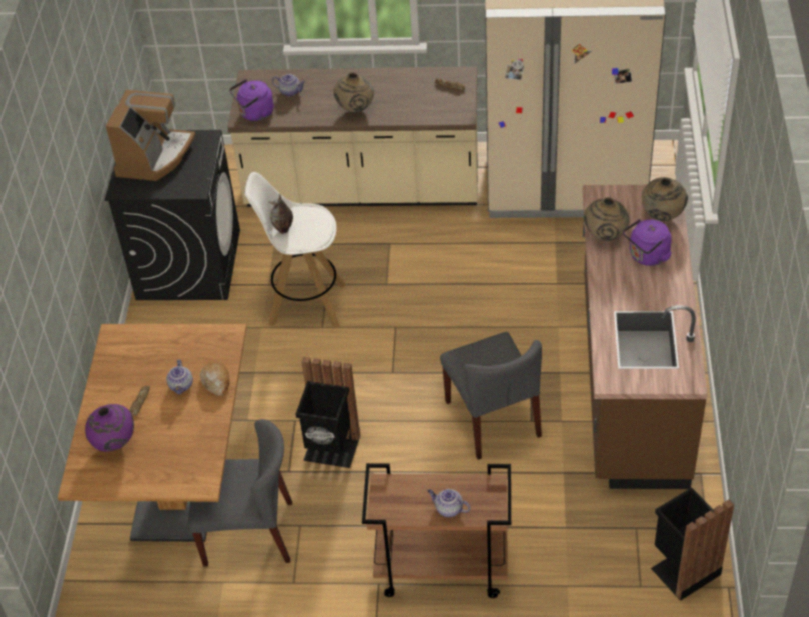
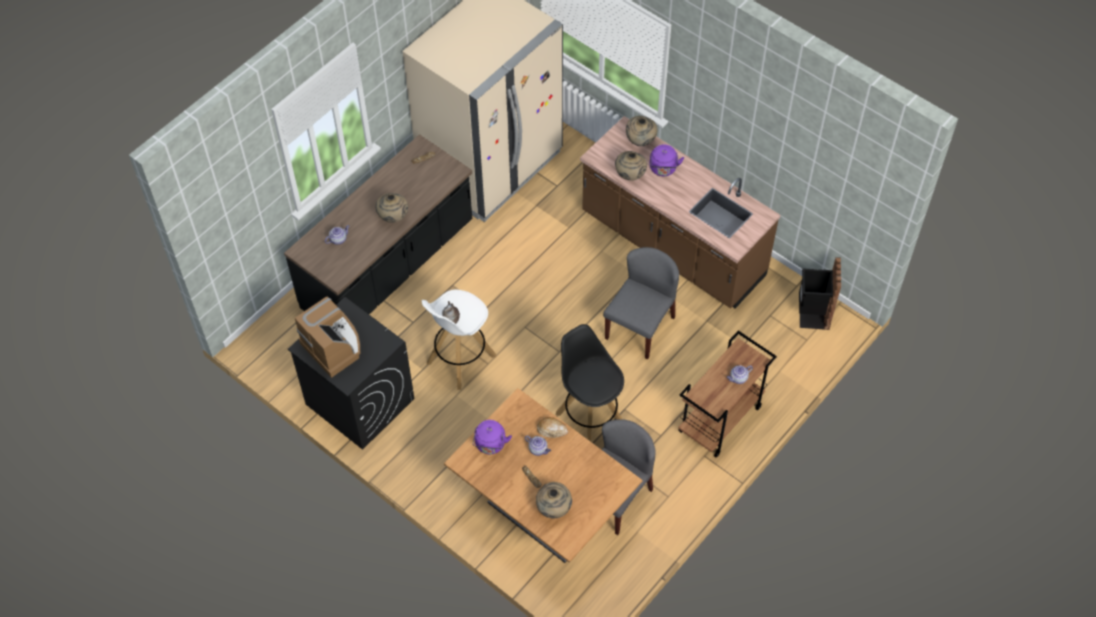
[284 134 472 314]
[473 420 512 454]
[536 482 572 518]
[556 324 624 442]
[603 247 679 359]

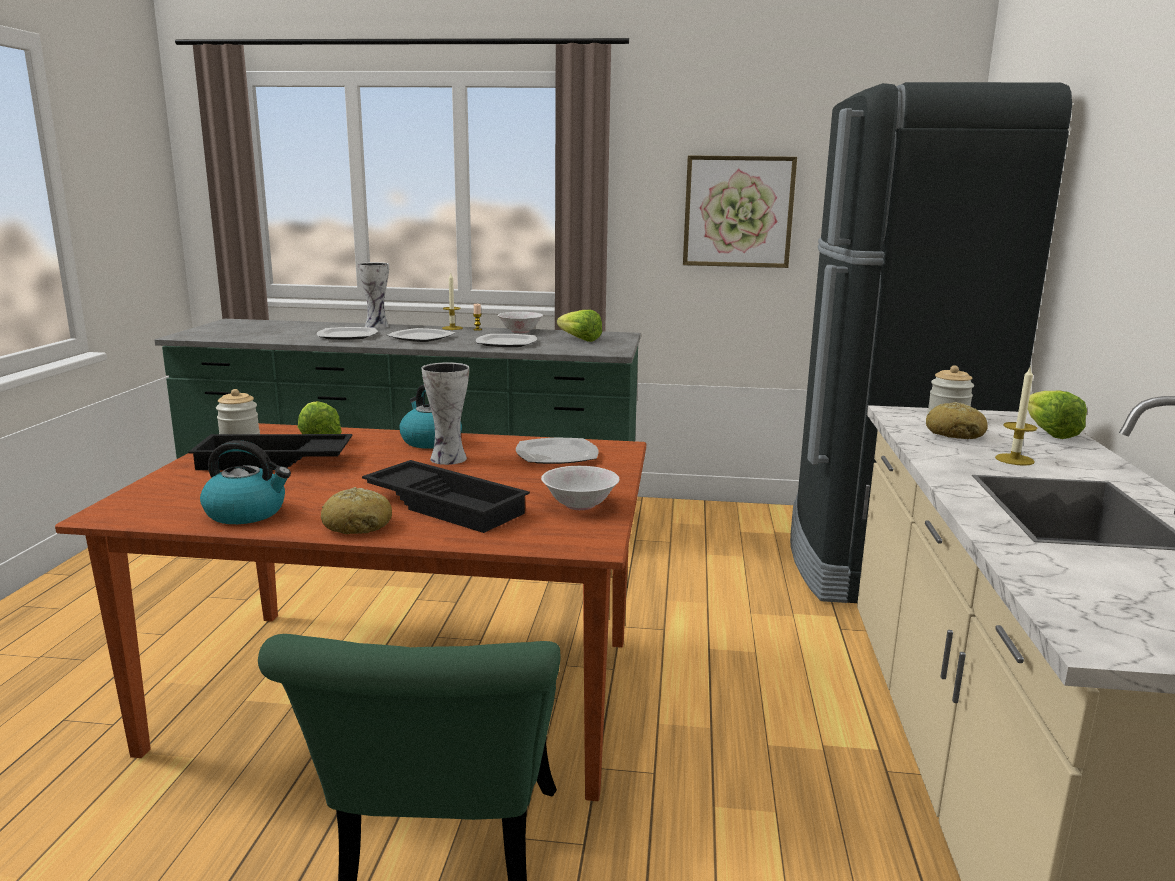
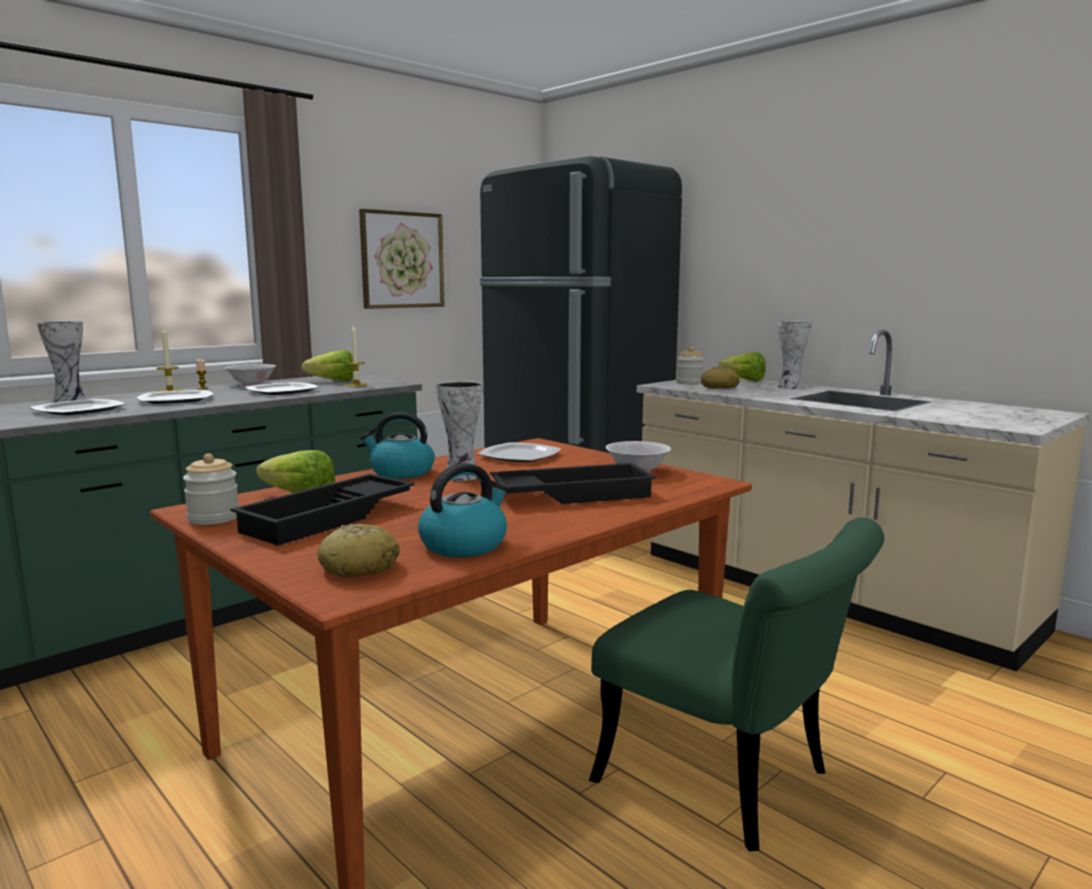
[317 524 400 578]
[345 324 368 387]
[778 321 812 389]

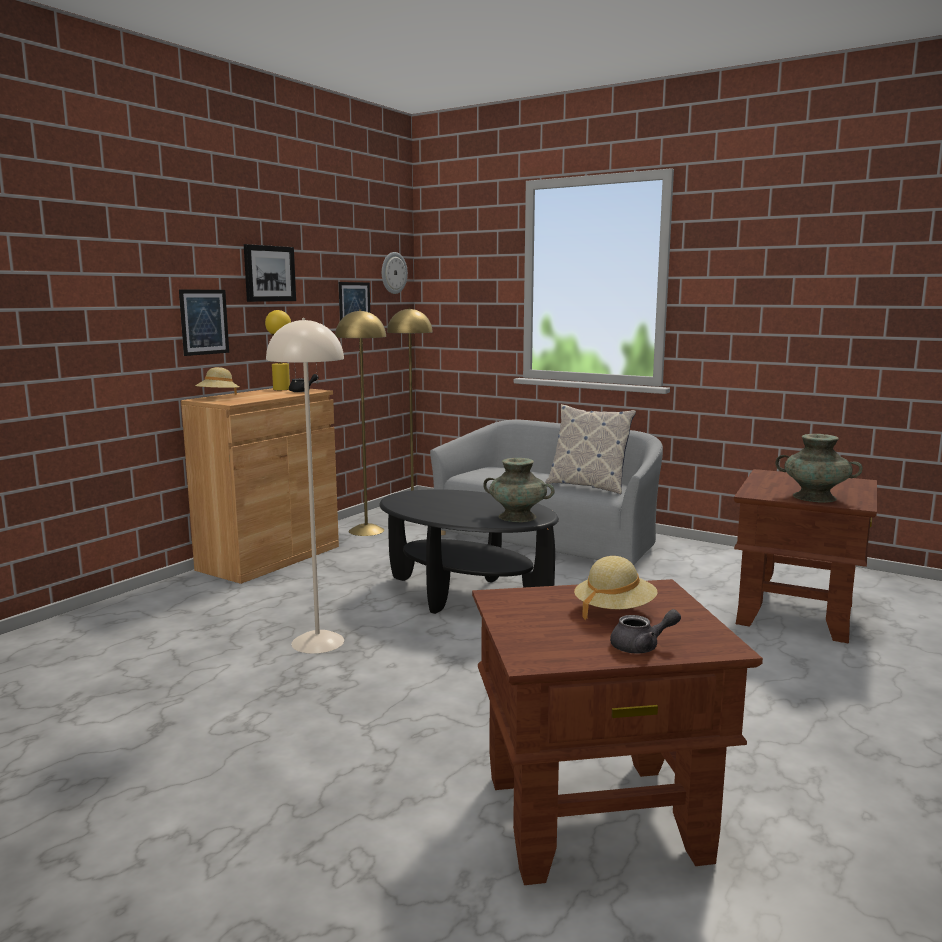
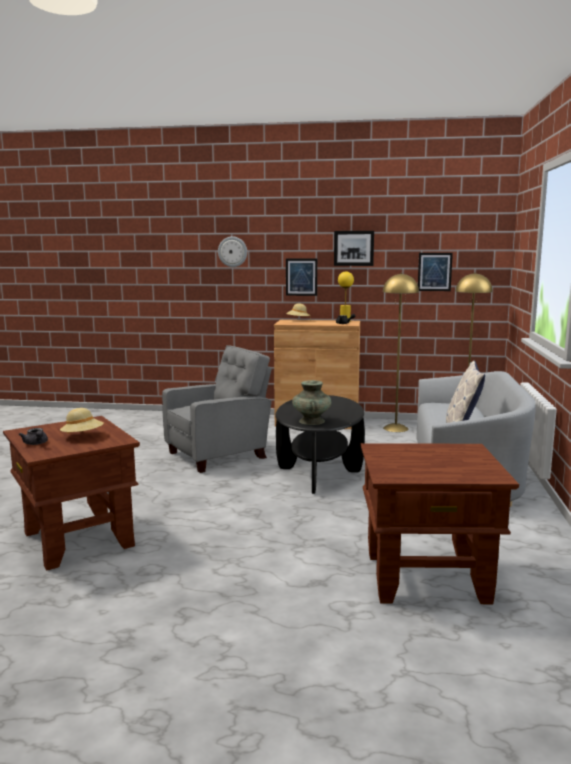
[162 345 272 473]
[218 236 247 267]
[776 434 863 503] (first image)

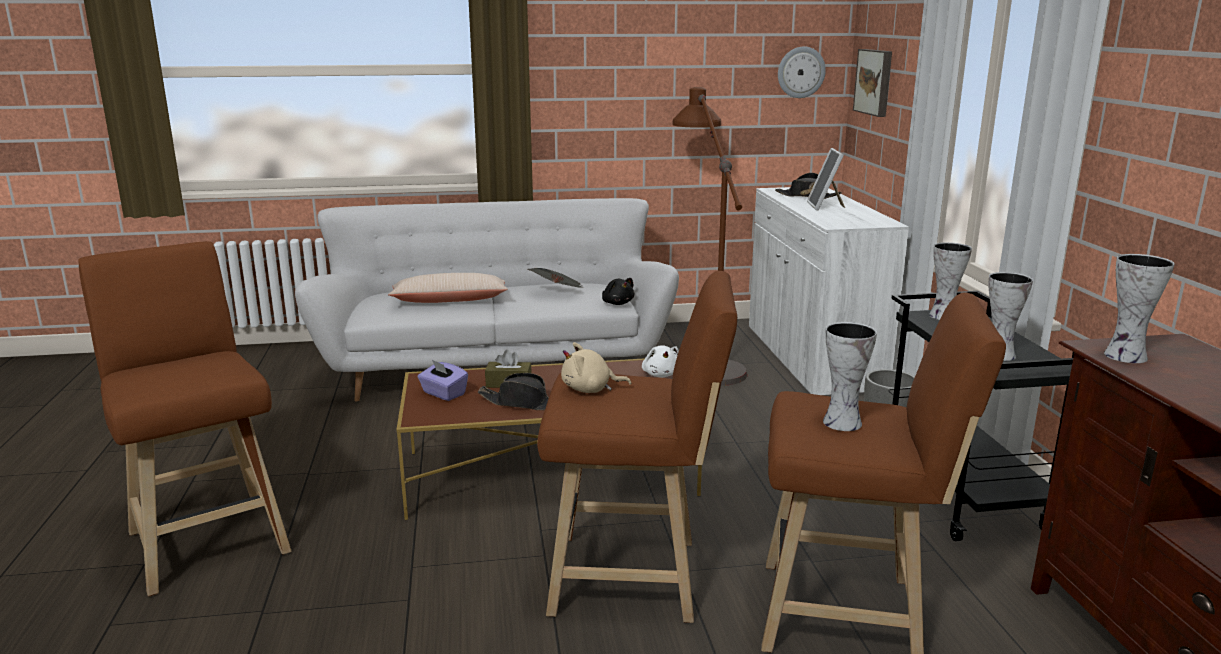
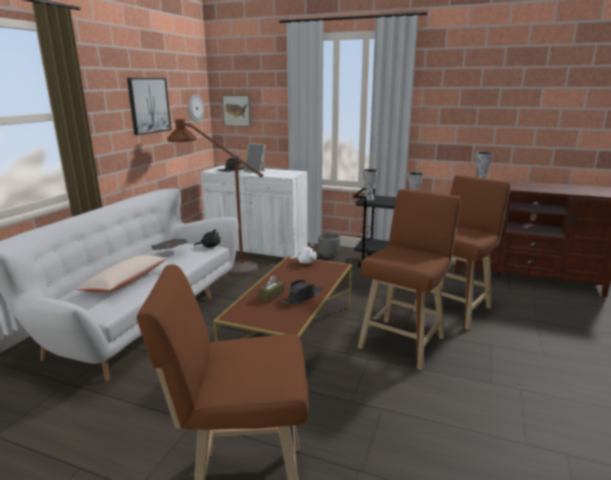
[127 78 171 135]
[418 360 468 401] (first image)
[561 342 631 393] (first image)
[823 322 877 431] (first image)

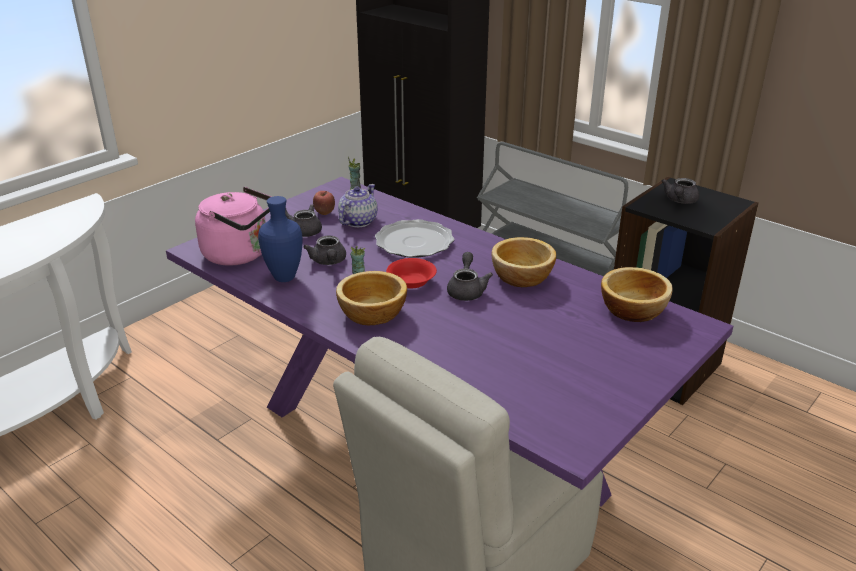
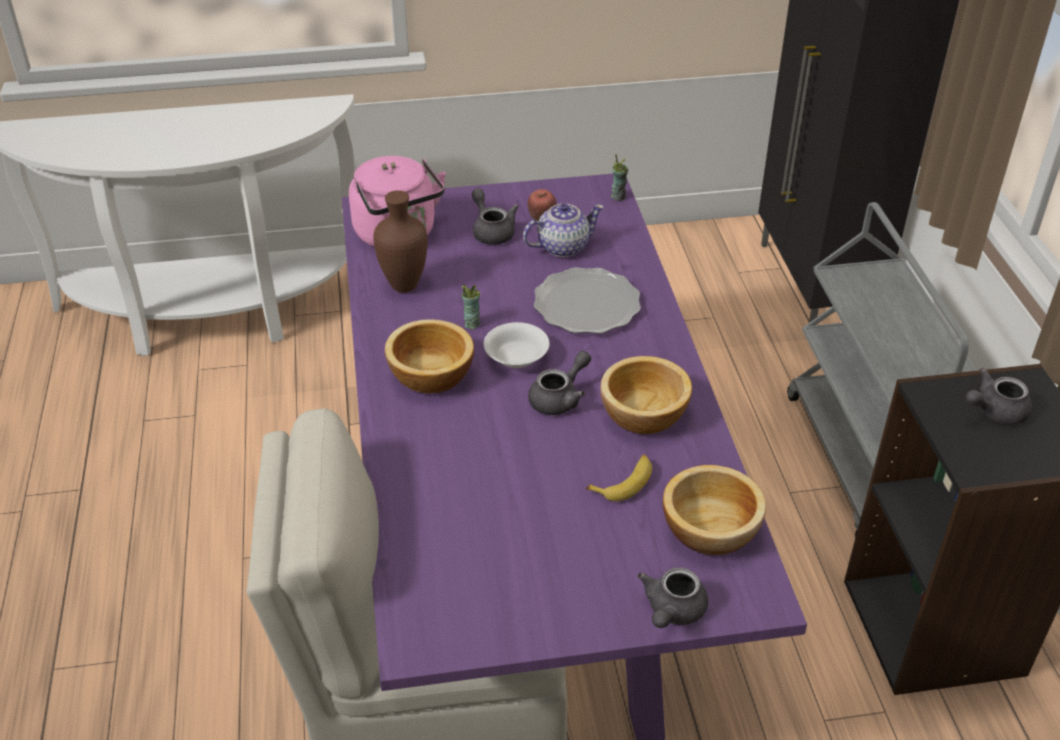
[373 190 428 293]
[484 322 550 368]
[586 455 652 501]
[638 568 708 628]

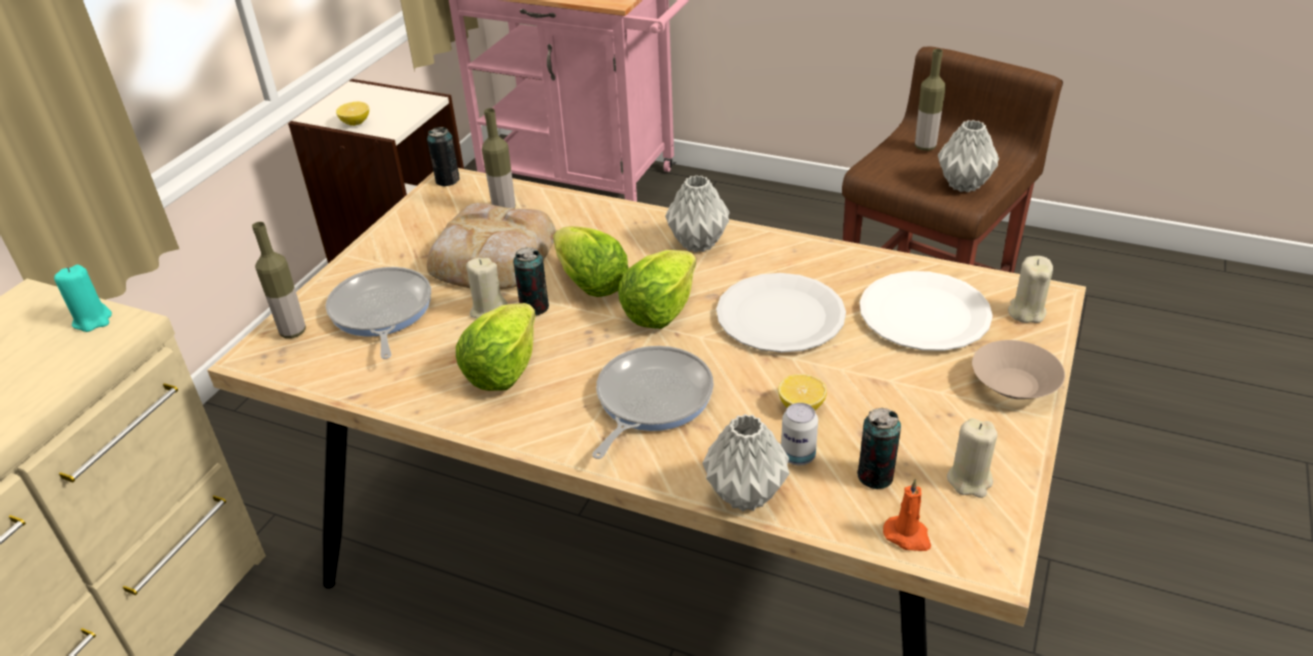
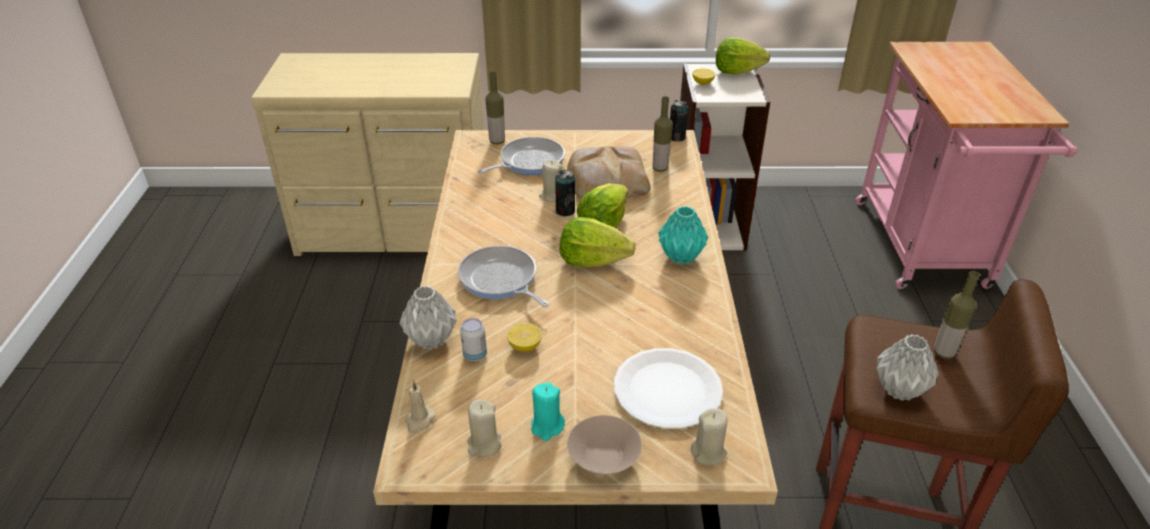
[405 381 436 434]
[458 245 549 307]
[531 382 565 441]
[658 206 708 265]
[716 38 770 75]
[716 273 846 353] (first image)
[857 408 901 489] (first image)

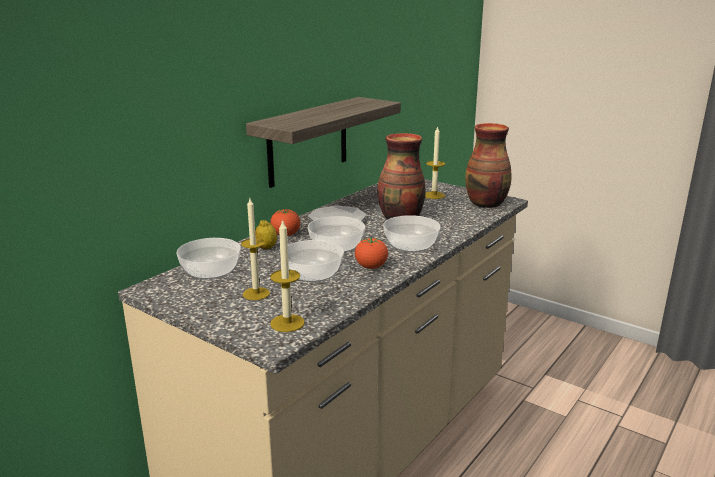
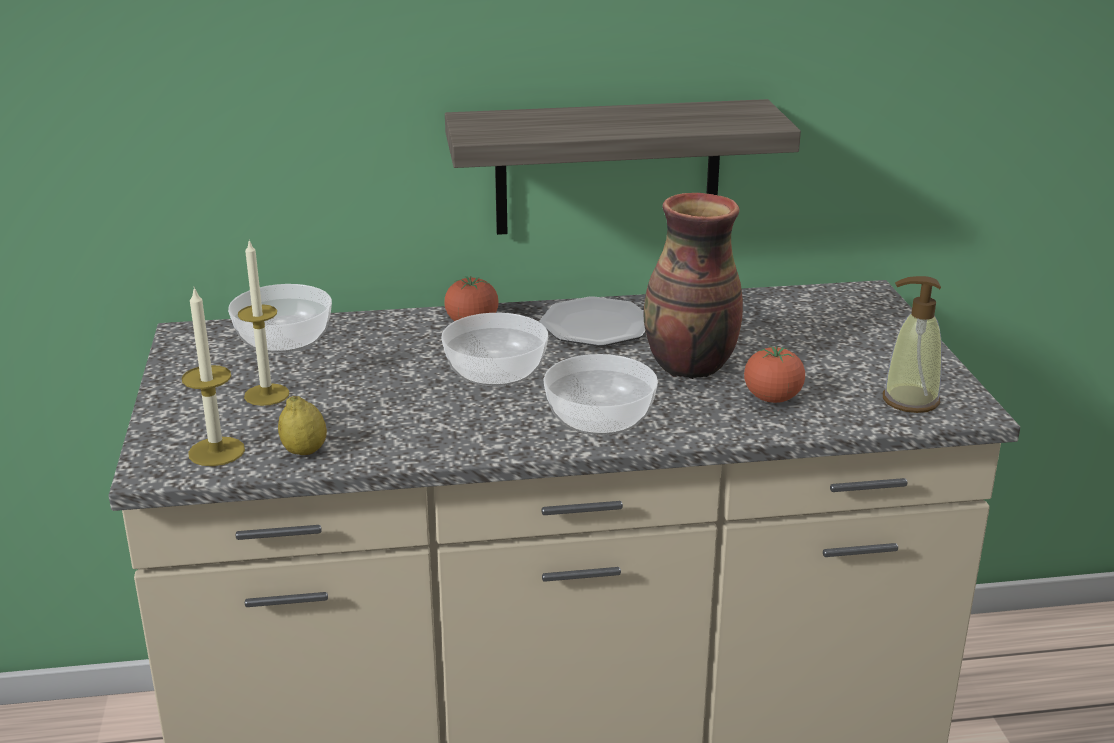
[278 396 327 455]
[744 346 805 403]
[883 276 942 413]
[288 240 344 282] (first image)
[425 126 445 199] (first image)

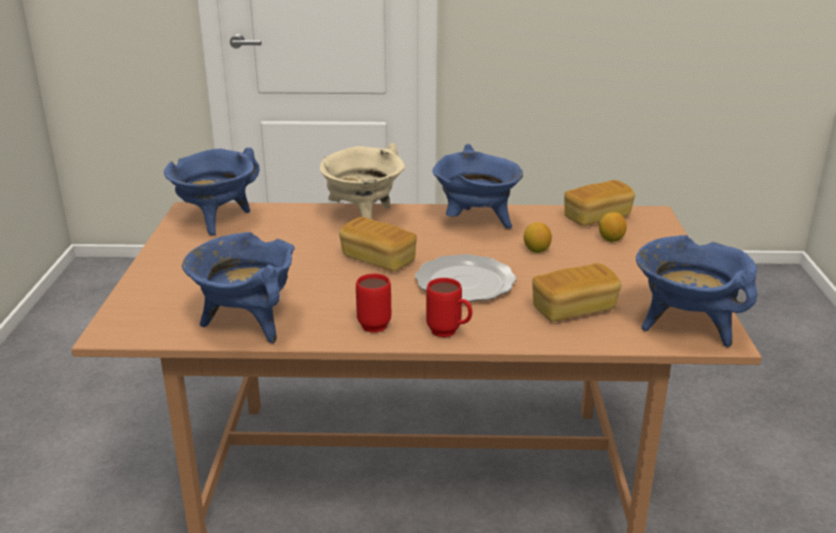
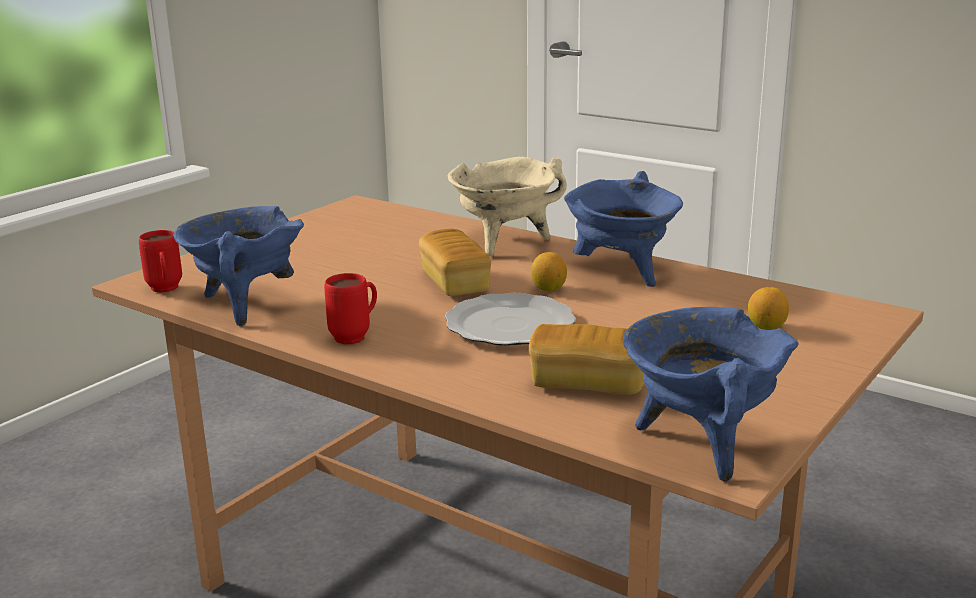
[139 230 182 293]
[531 252 567 291]
[164 148 260 236] (first image)
[564 180 635 226] (first image)

